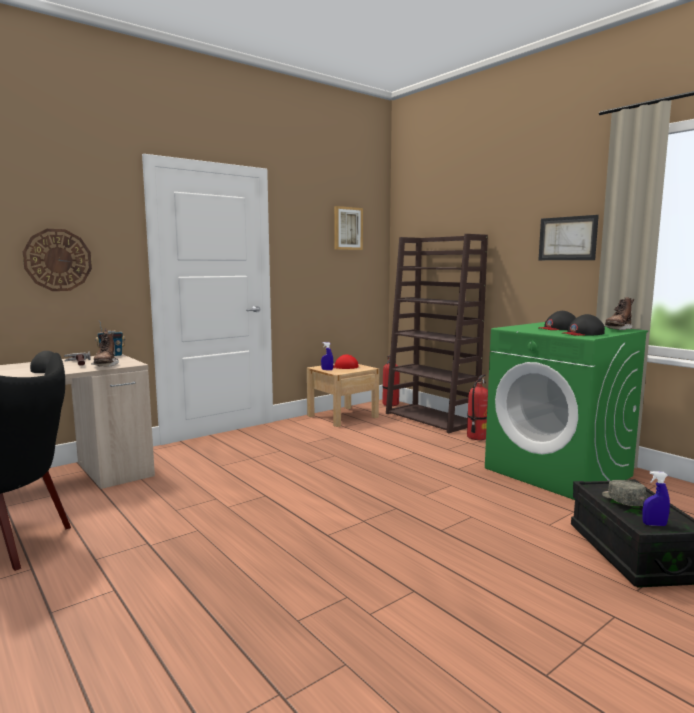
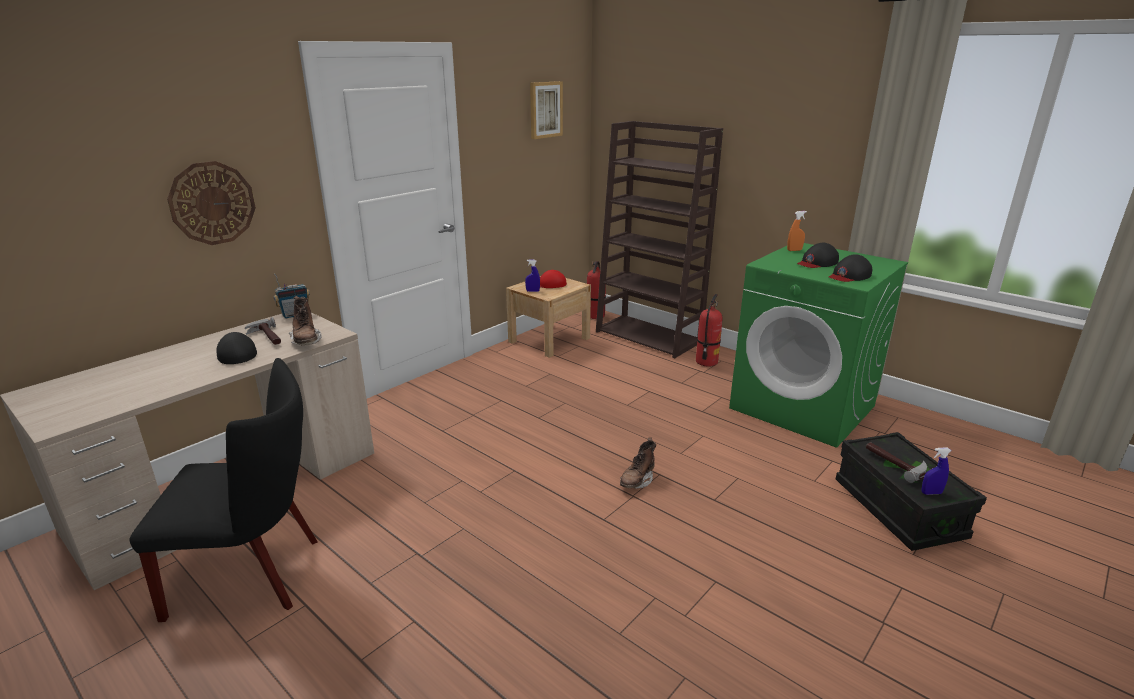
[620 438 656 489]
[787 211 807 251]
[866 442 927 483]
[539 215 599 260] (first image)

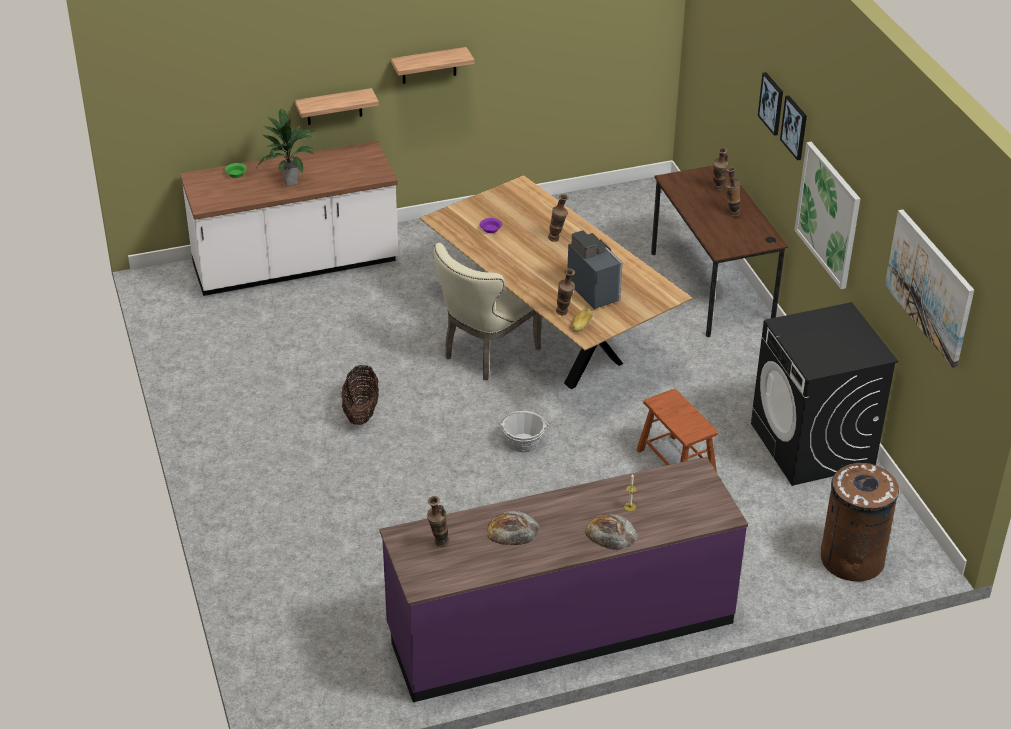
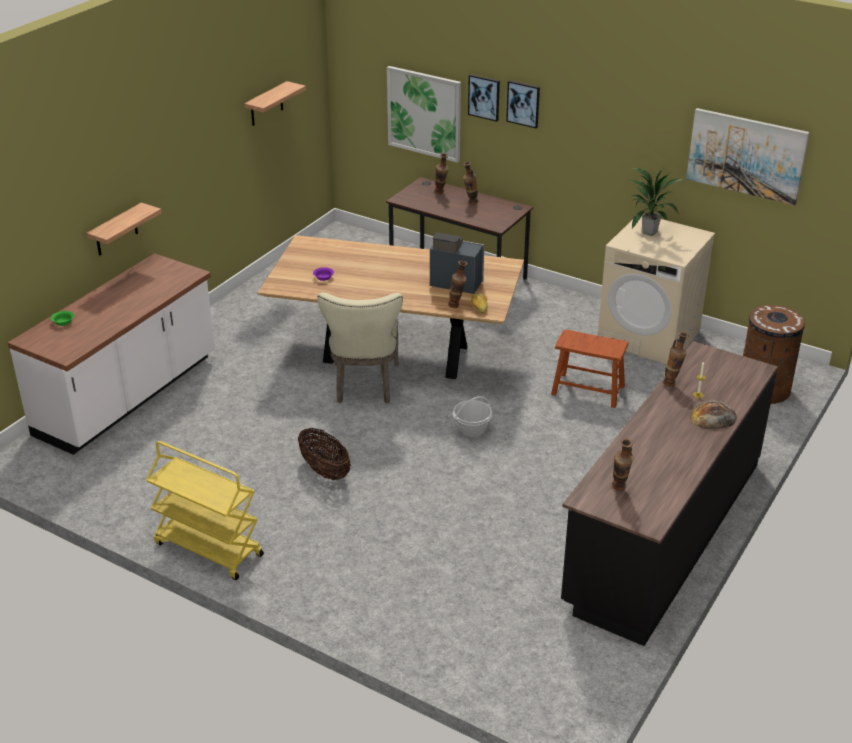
[146 441 264 580]
[244 81 306 126]
[387 66 461 163]
[561 341 778 646]
[597 214 715 365]
[629 168 683 236]
[663 332 689 387]
[487 511 539 545] (first image)

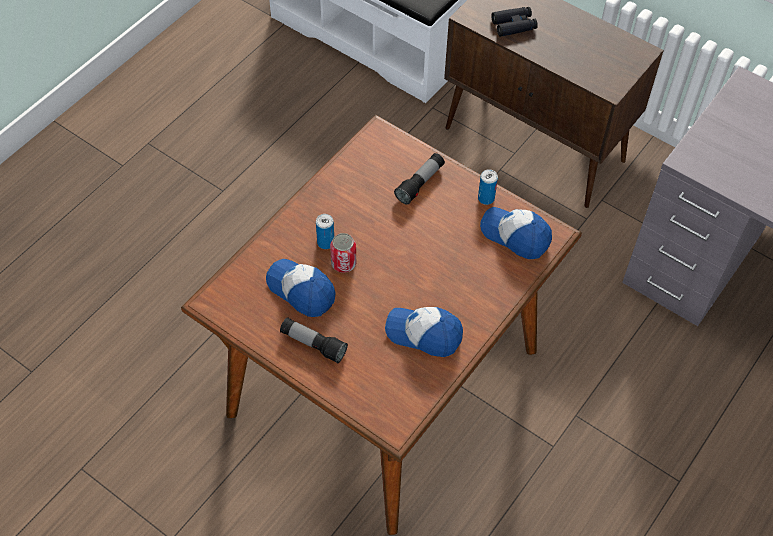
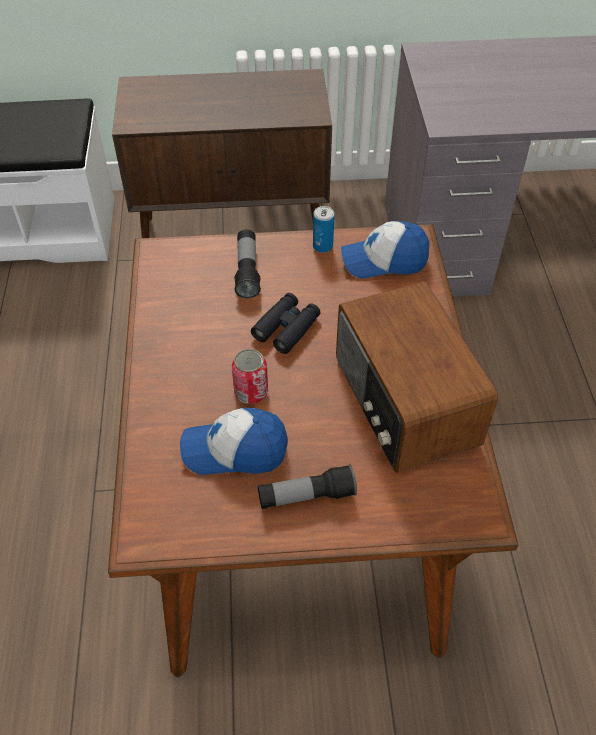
[251 293 320 354]
[336 281 498 473]
[316 214 334 249] (first image)

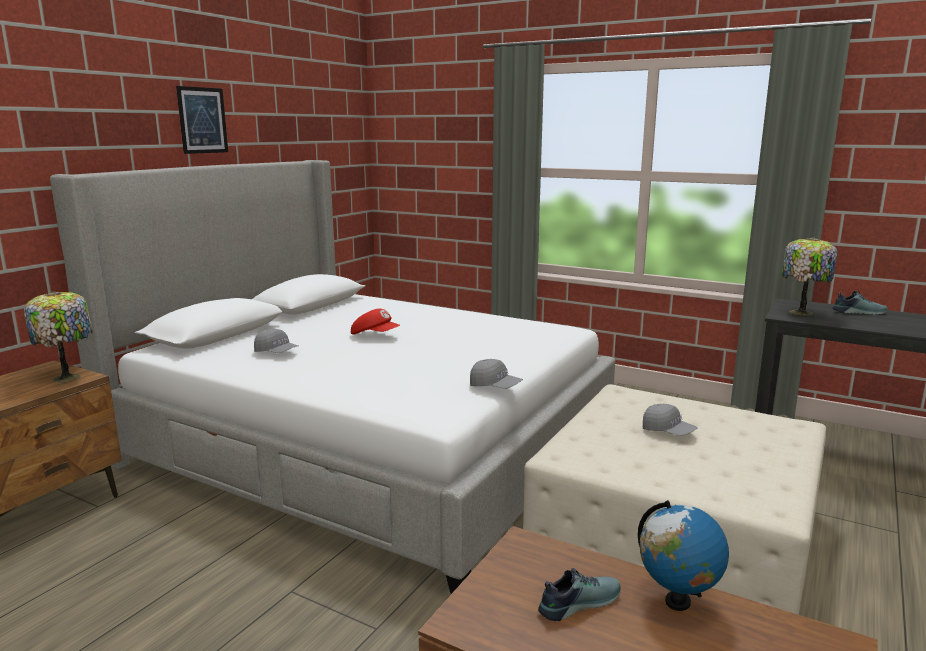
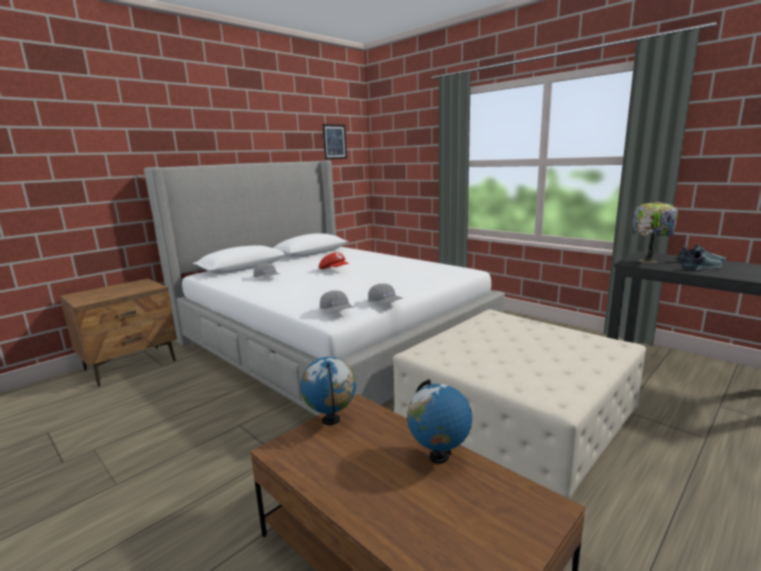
[300 357 356 425]
[320 290 354 312]
[323 124 347 159]
[682 250 723 271]
[24 291 93 383] (first image)

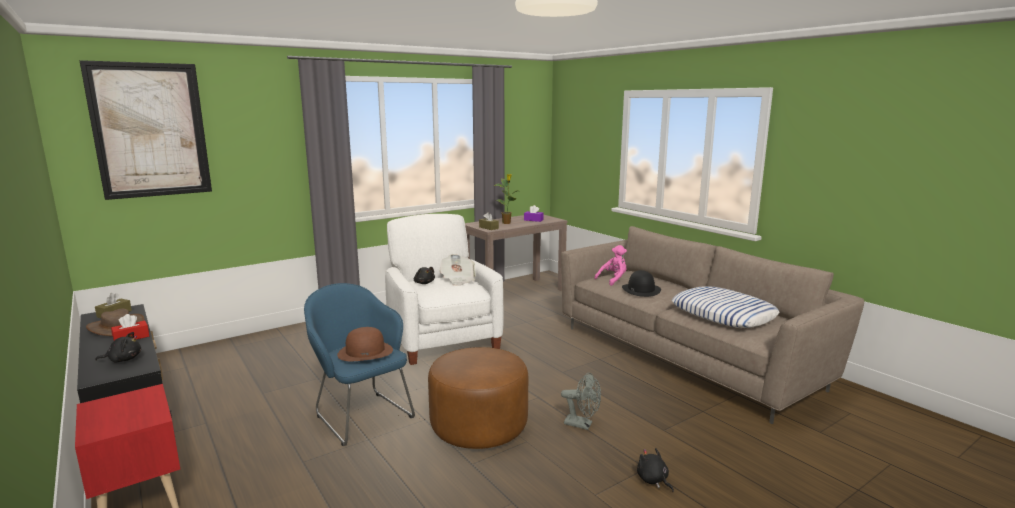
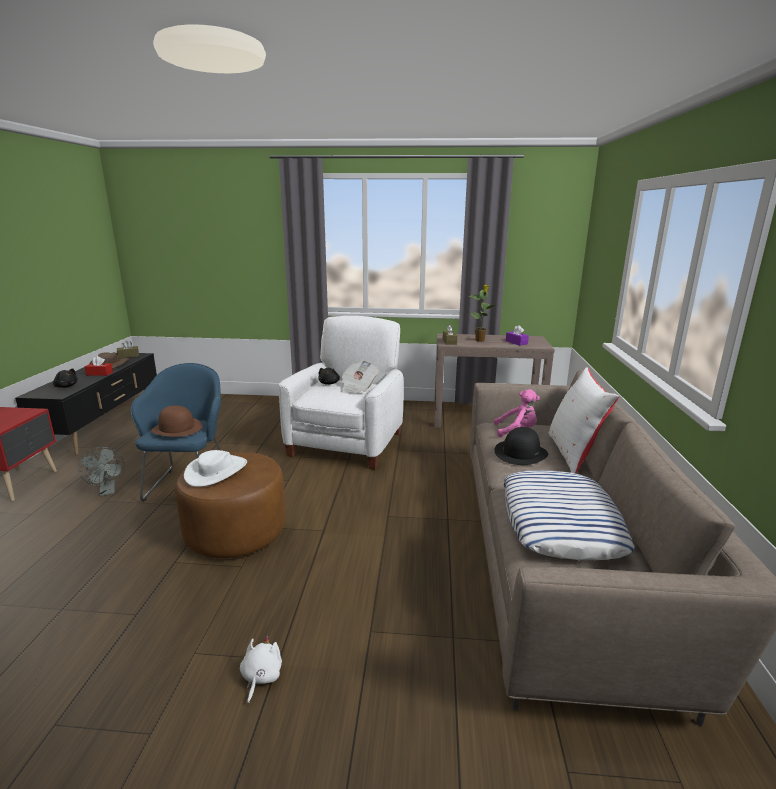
[78 447 124 496]
[184 450 247 487]
[240 635 282 704]
[549 367 619 474]
[79 60 212 200] (first image)

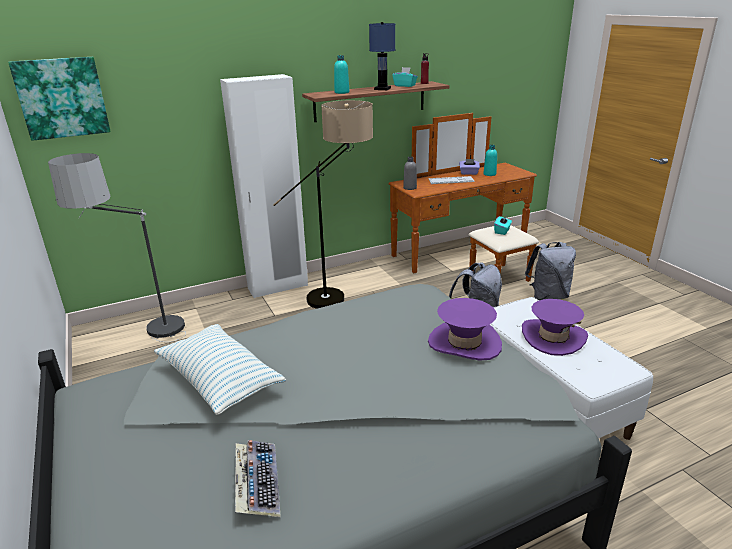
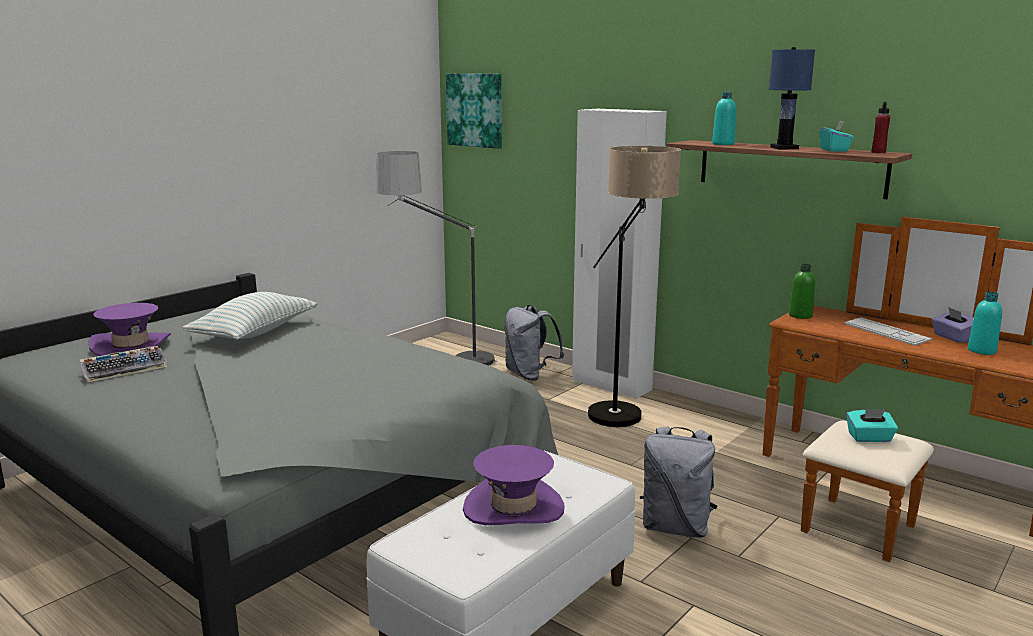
[89 303 171 356]
[504 305 564 381]
[789 264 815 319]

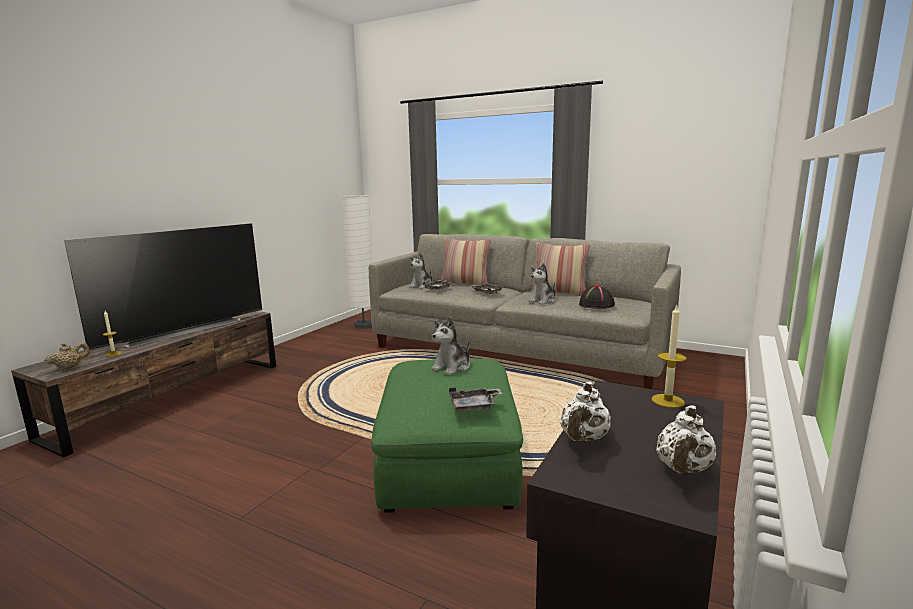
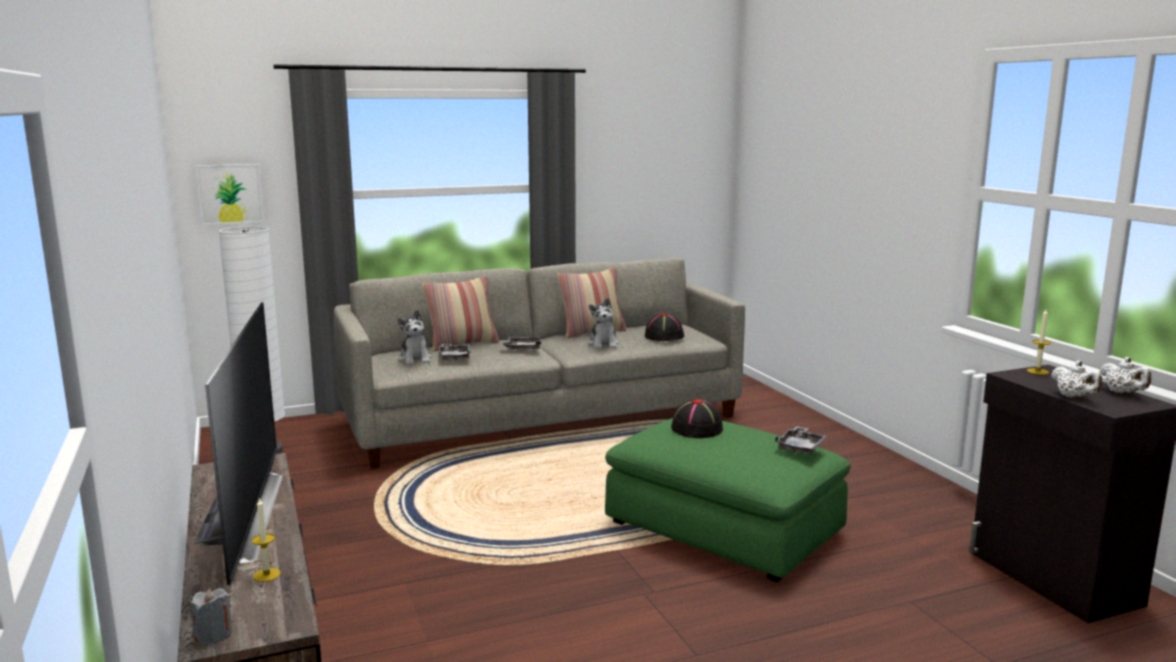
[190 588 232 644]
[196 164 264 225]
[671 399 723 438]
[44 342 90 370] (first image)

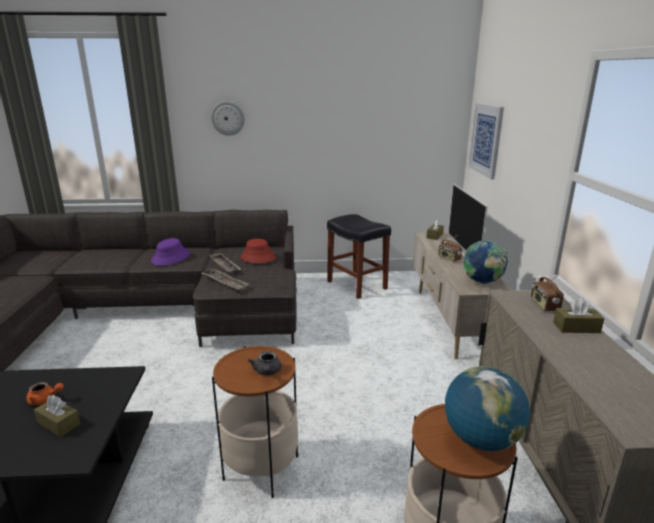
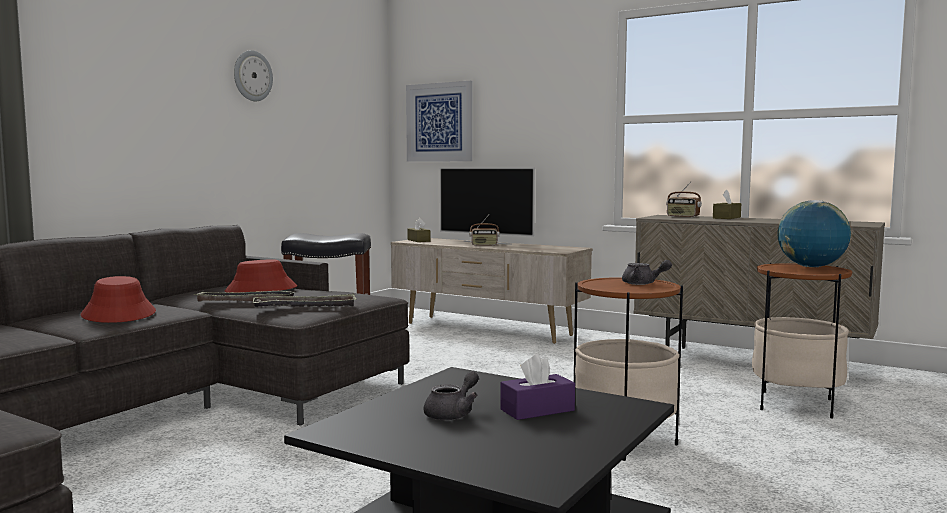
[81 276 156 323]
[234 50 273 101]
[424 371 479 420]
[500 354 575 420]
[464 241 508 284] (first image)

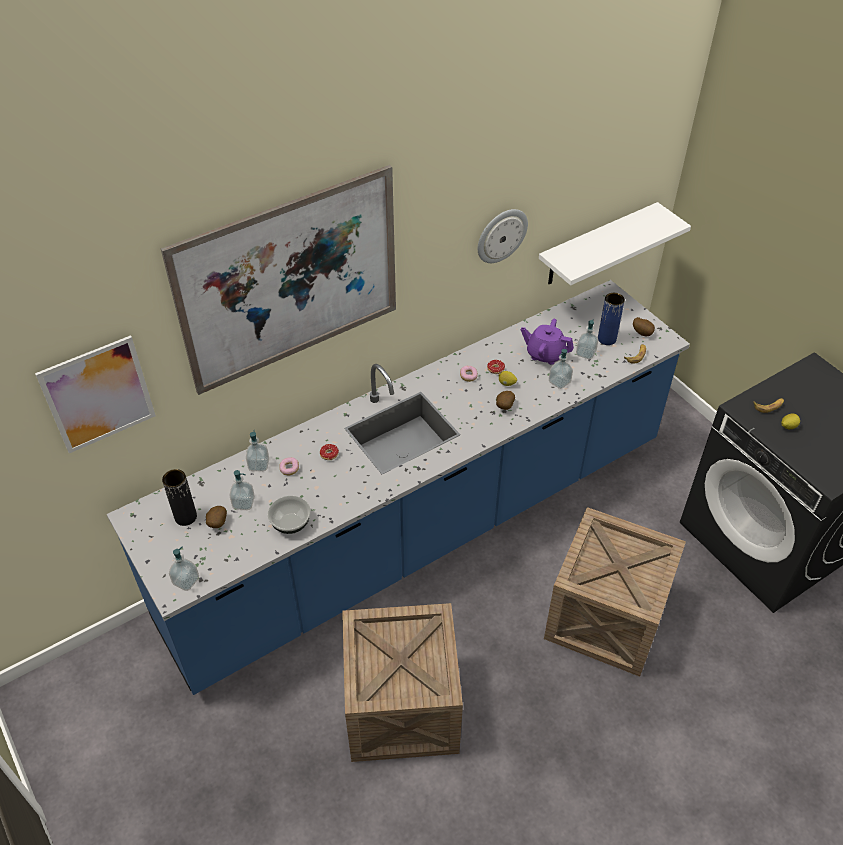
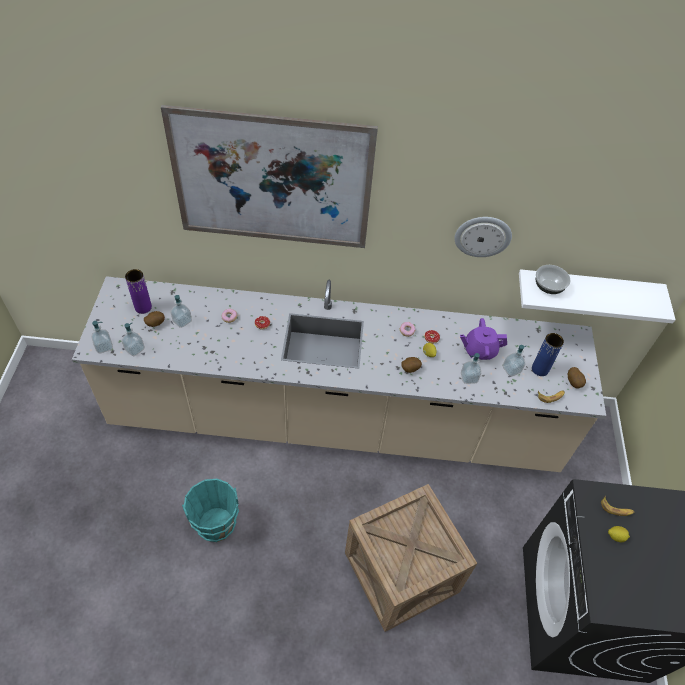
[72 276 606 472]
[121 323 145 356]
[125 269 152 314]
[182 479 239 542]
[460 318 507 360]
[536 265 570 294]
[35 335 156 453] (first image)

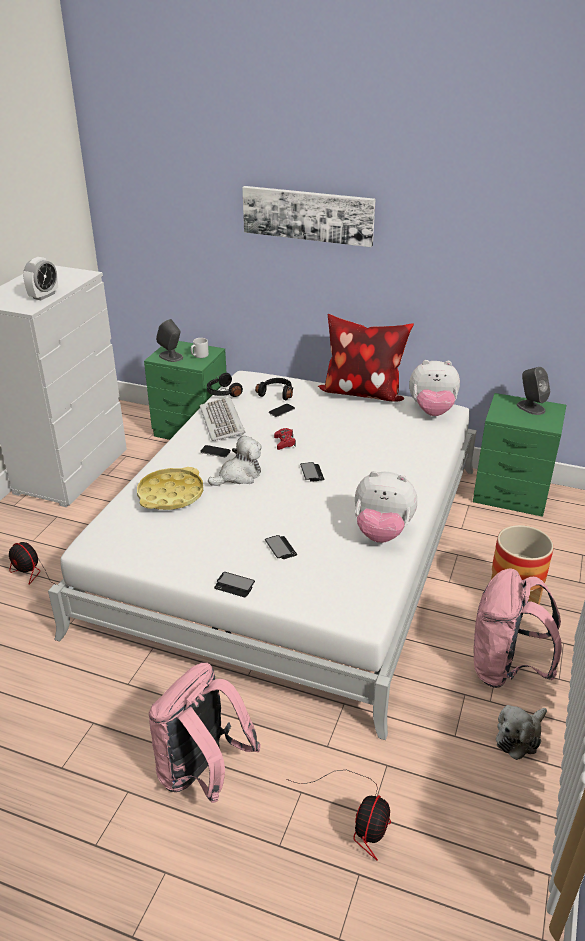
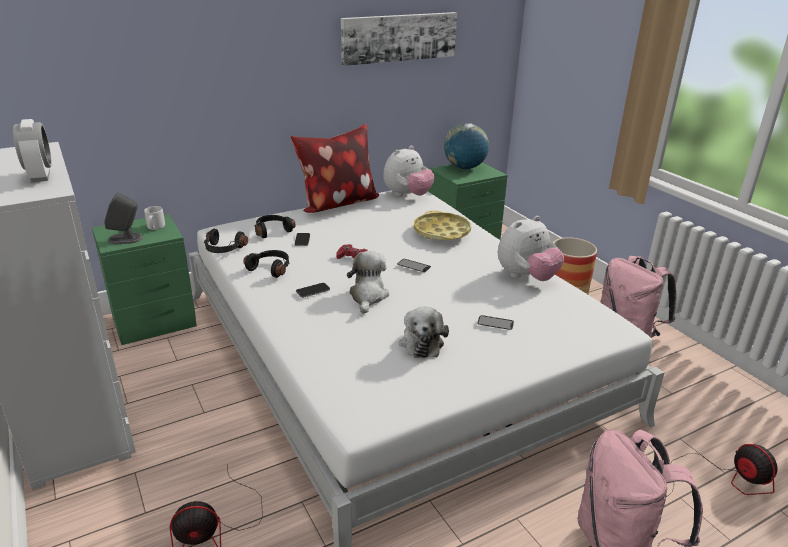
[243 250 289 278]
[341 12 457 66]
[399 306 449 358]
[414 210 471 241]
[444 123 489 169]
[214 572 255 597] (first image)

